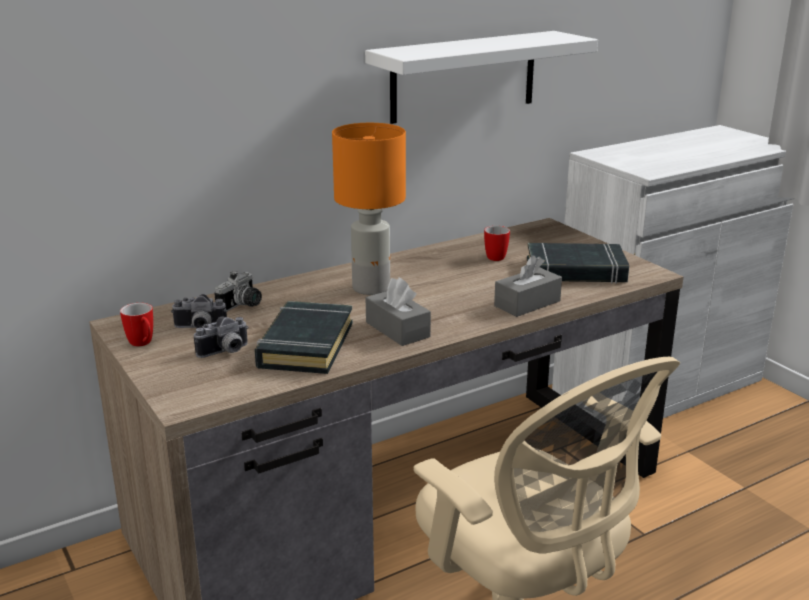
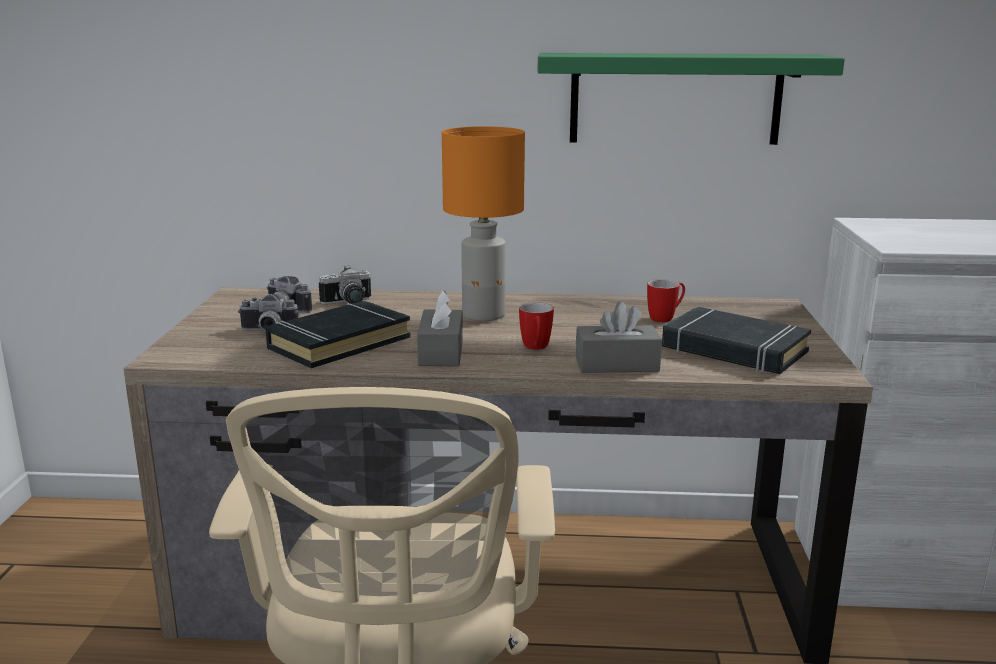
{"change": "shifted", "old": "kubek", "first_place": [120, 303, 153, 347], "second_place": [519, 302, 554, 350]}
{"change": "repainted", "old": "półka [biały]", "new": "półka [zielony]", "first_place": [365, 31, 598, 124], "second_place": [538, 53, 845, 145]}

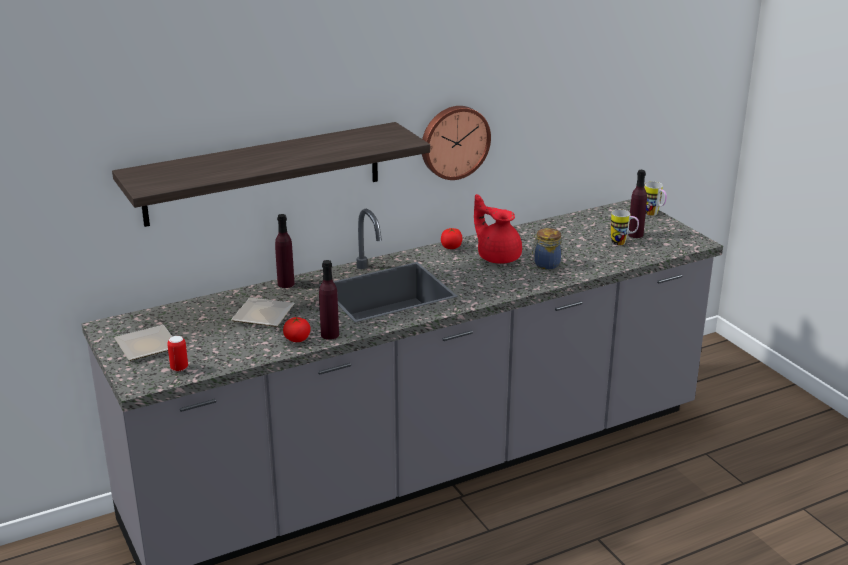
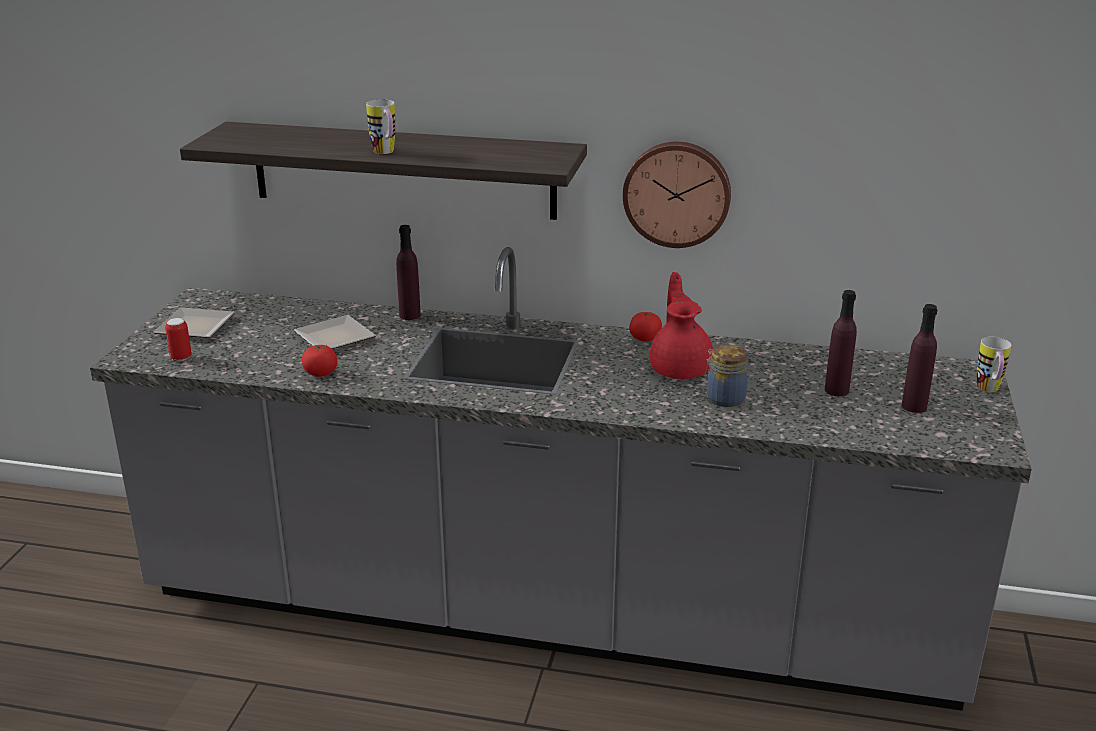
{"change": "shifted", "old": "kubek", "first_place": [611, 209, 639, 245], "second_place": [366, 99, 395, 154]}
{"change": "shifted", "old": "butelka [fioletowy]", "first_place": [319, 260, 339, 340], "second_place": [825, 290, 857, 396]}

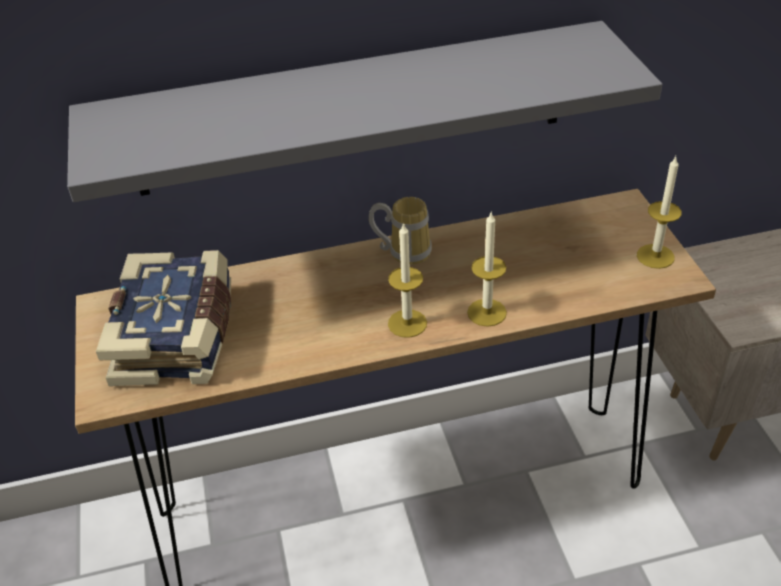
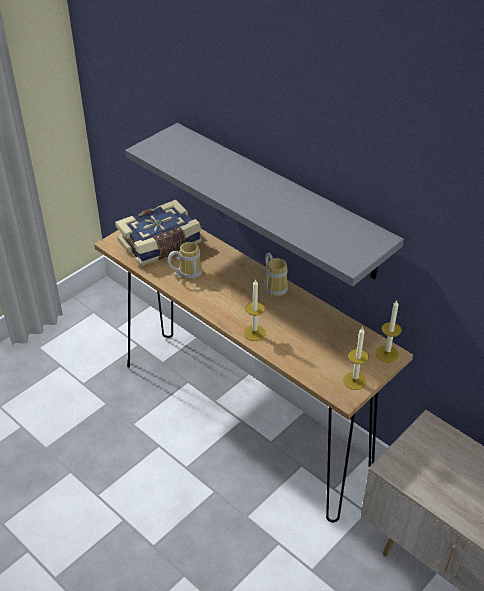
{"change": "new", "new": "kubek", "second_place": [168, 242, 202, 280]}
{"change": "shifted", "old": "świeca", "first_place": [388, 222, 427, 338], "second_place": [376, 300, 402, 362]}

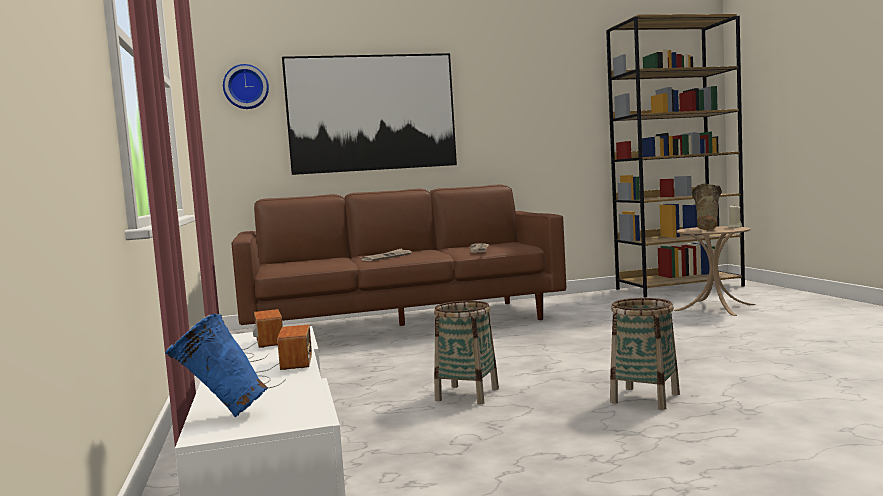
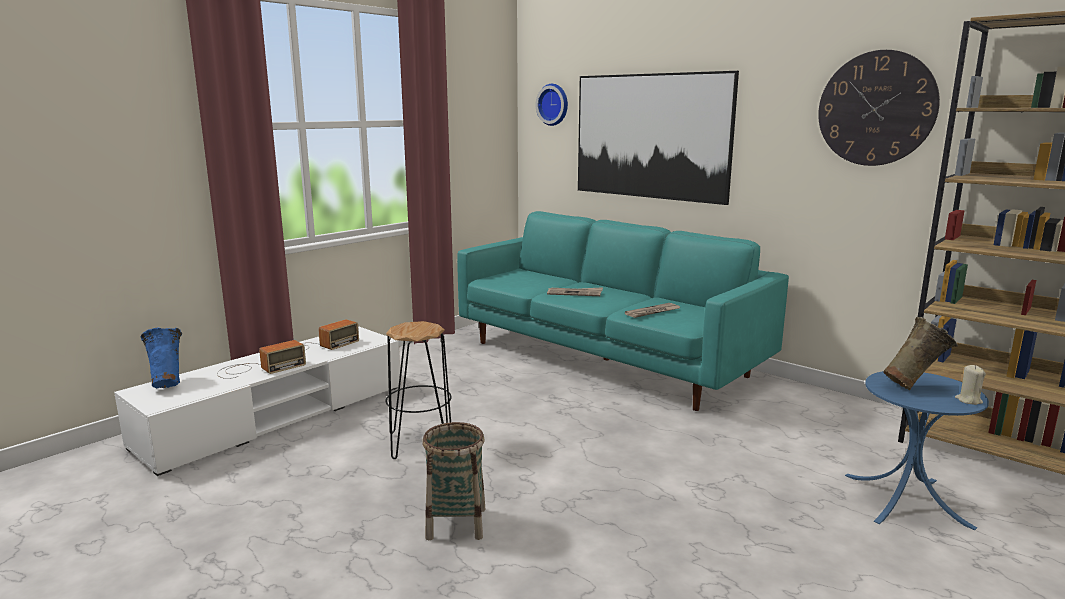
{"change": "swapped", "old": "koszyk", "new": "stołek [czarny]", "first_place": [434, 301, 499, 404], "second_place": [385, 321, 452, 459]}
{"change": "repainted", "old": "kanapa [brązowy]", "new": "kanapa [turkusowy]", "first_place": [232, 184, 566, 326], "second_place": [457, 211, 789, 411]}
{"change": "new", "new": "zegar ścienny", "second_place": [818, 50, 940, 166]}
{"change": "repainted", "old": "stolik [beżowy]", "new": "stolik [niebieski]", "first_place": [674, 226, 756, 316], "second_place": [845, 371, 989, 530]}

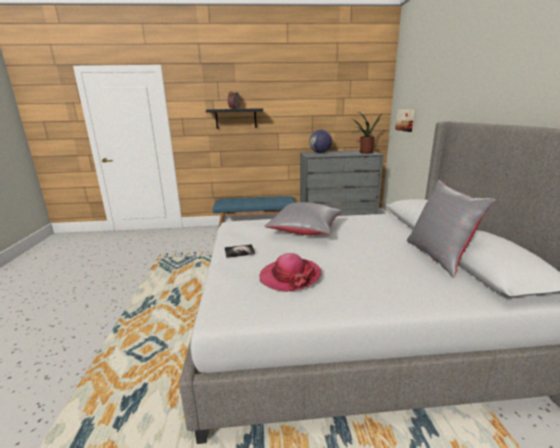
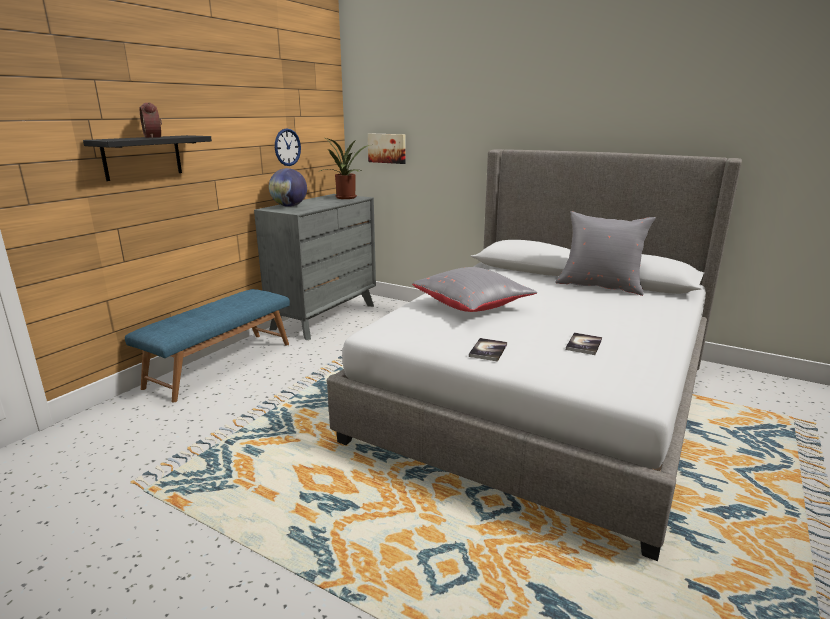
{"change": "new", "new": "zegar ścienny", "second_place": [275, 128, 301, 166]}
{"change": "swapped", "old": "kapelusz", "new": "książka", "first_place": [260, 253, 322, 292], "second_place": [566, 332, 602, 355]}

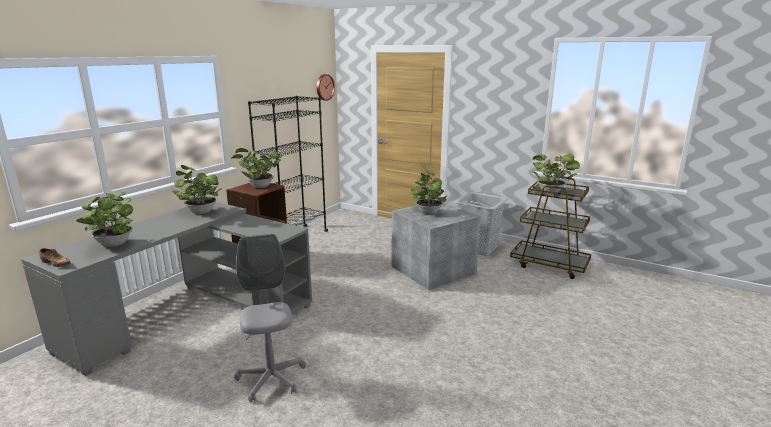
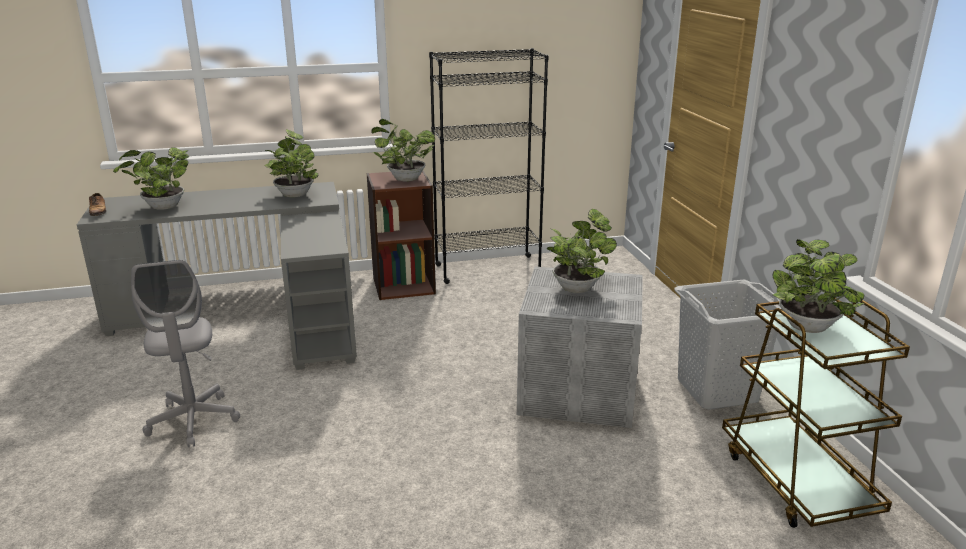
{"change": "rotated", "old": "krzesło biurowe [szary]", "first_place": [234, 234, 306, 402], "second_place": [131, 260, 240, 447], "degrees": 135}
{"change": "gone", "old": "zegar ścienny", "first_place": [317, 74, 335, 101]}

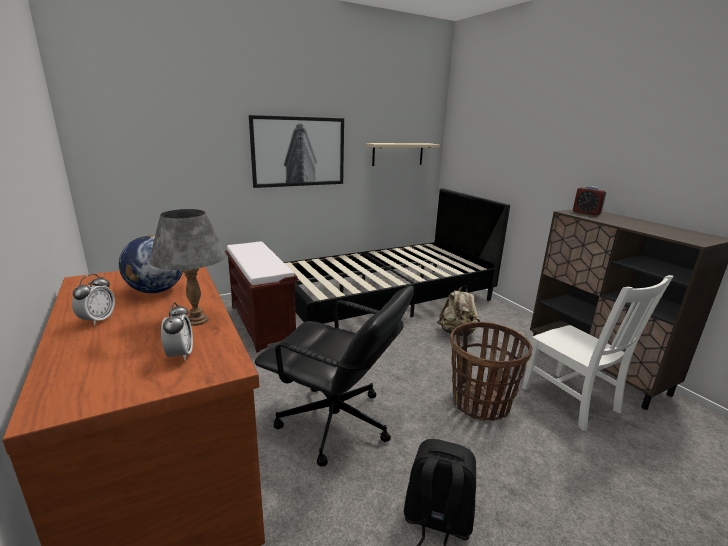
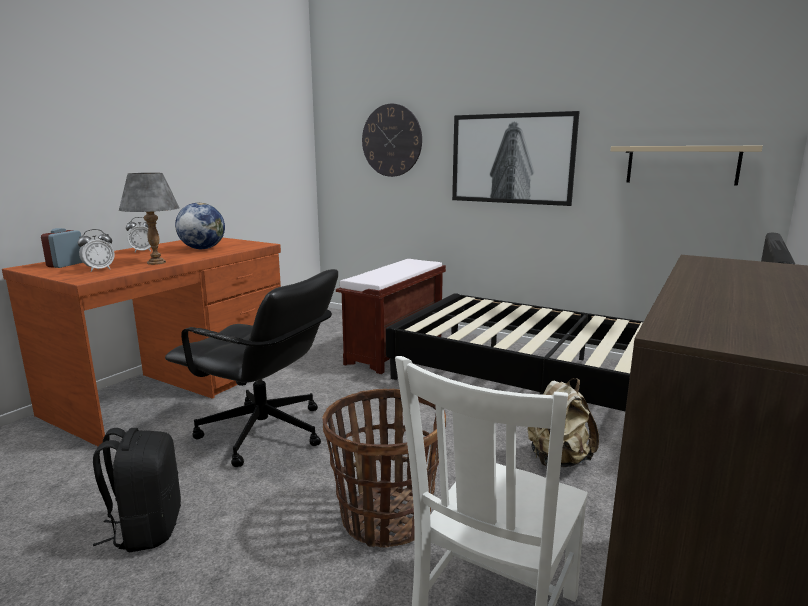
{"change": "shifted", "old": "budzik", "first_place": [573, 186, 607, 216], "second_place": [41, 228, 83, 268]}
{"change": "rotated", "old": "krzesło biurowe [czarny]", "first_place": [255, 285, 414, 466], "second_place": [165, 269, 338, 467], "degrees": -60}
{"change": "new", "new": "zegar ścienny", "second_place": [362, 104, 422, 177]}

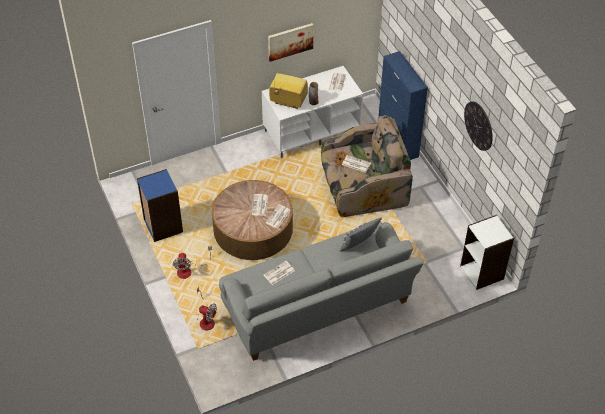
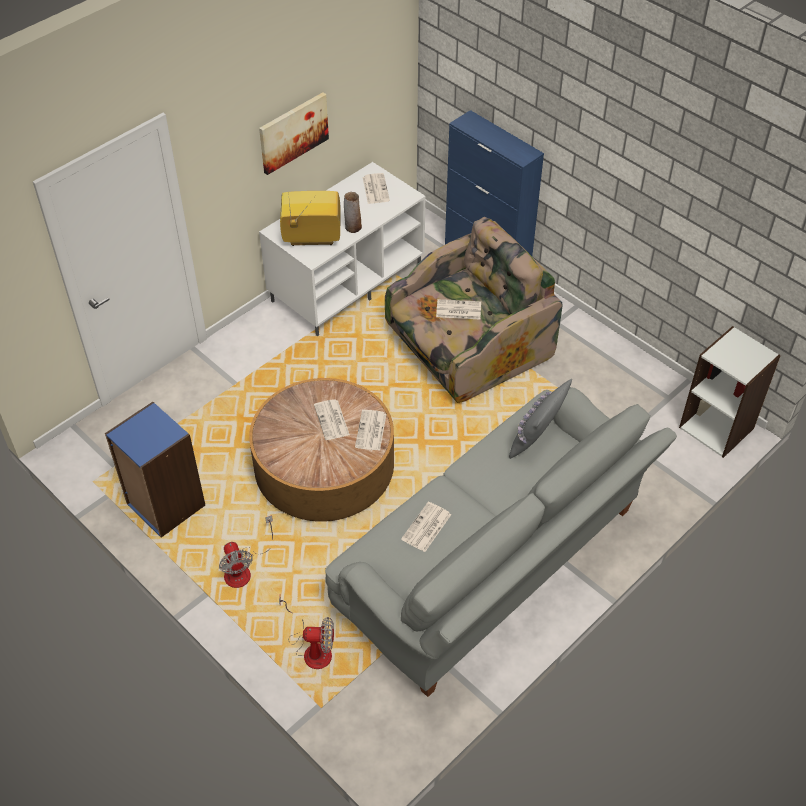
{"change": "gone", "old": "zegar ścienny", "first_place": [464, 101, 493, 151]}

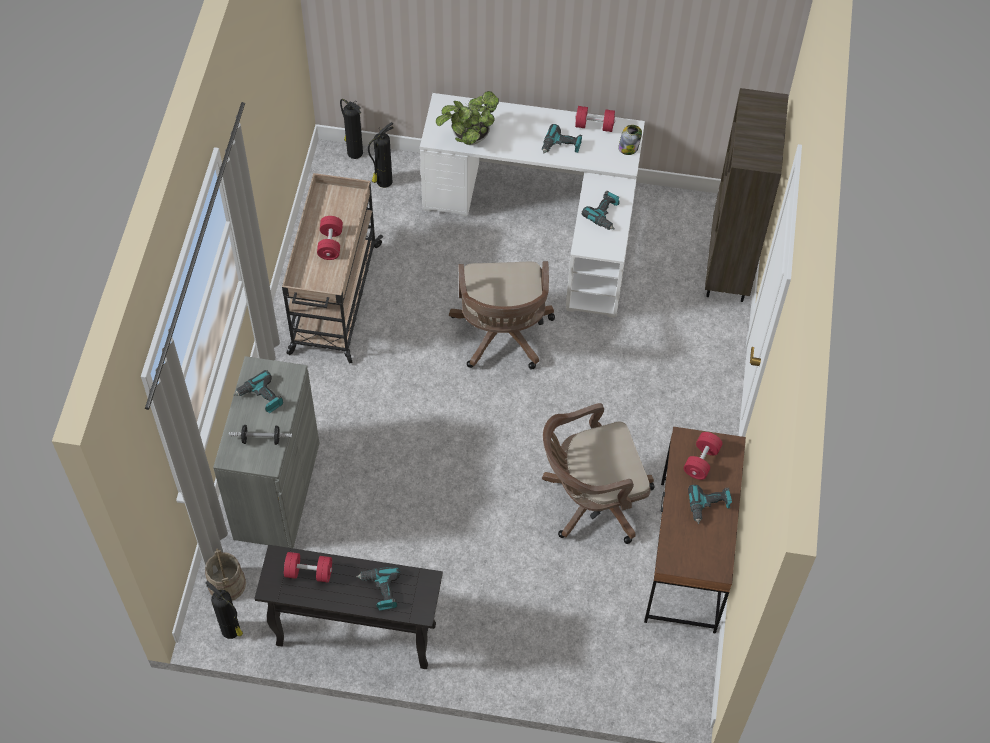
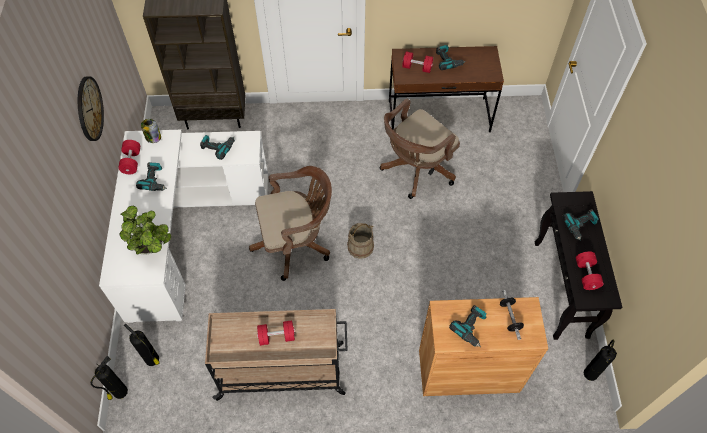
{"change": "new", "new": "zegar ścienny", "second_place": [78, 76, 104, 141]}
{"change": "shifted", "old": "wiadro [beżowy]", "first_place": [205, 548, 246, 601], "second_place": [347, 223, 374, 259]}
{"change": "rotated", "old": "krzesło biurowe [brązowy]", "first_place": [542, 403, 655, 544], "second_place": [379, 98, 460, 199], "degrees": 75}
{"change": "repainted", "old": "szafka [szary]", "new": "szafka [brązowy]", "first_place": [213, 356, 319, 548], "second_place": [419, 297, 548, 396]}

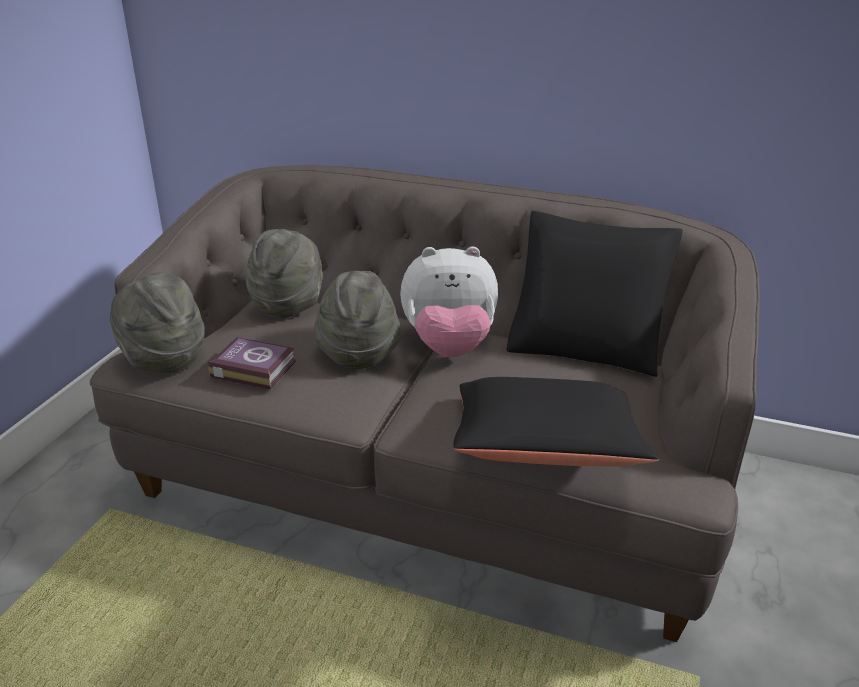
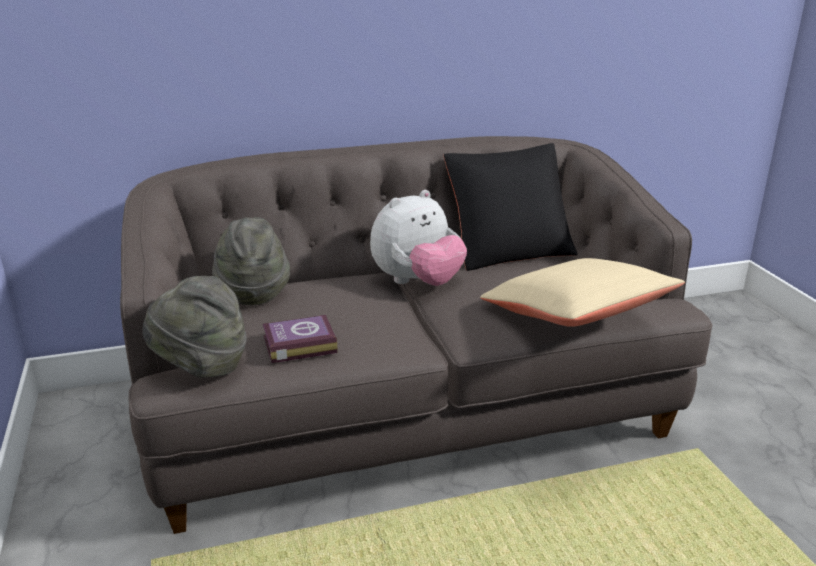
{"change": "repainted", "old": "poduszka [czarny]", "new": "poduszka [beżowy]", "first_place": [453, 377, 659, 467], "second_place": [480, 258, 685, 327]}
{"change": "gone", "old": "kapelusz [szary]", "first_place": [314, 271, 401, 369]}

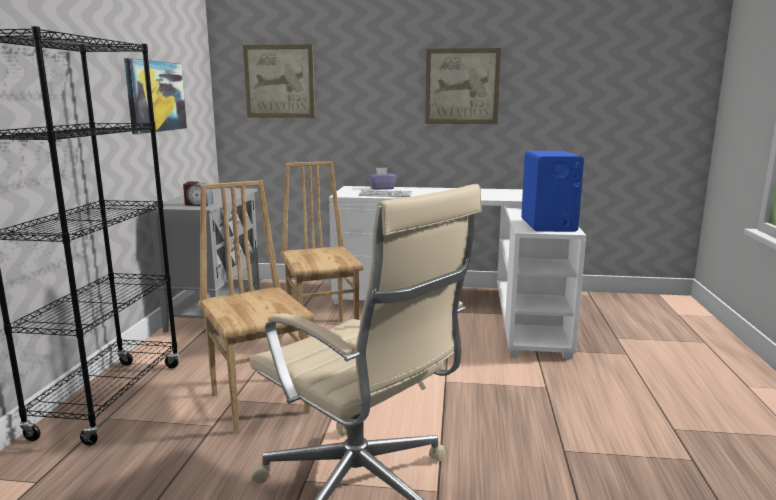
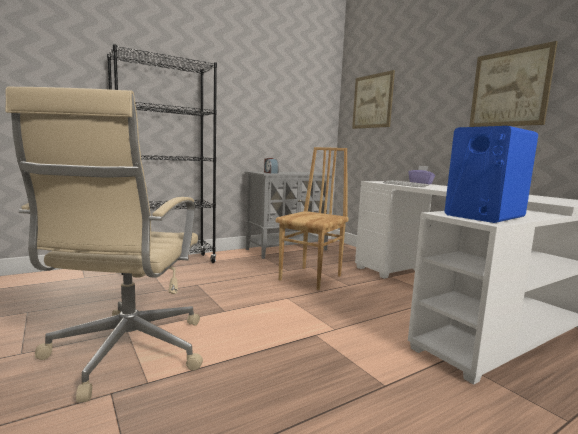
{"change": "gone", "old": "obraz", "first_place": [124, 58, 187, 134]}
{"change": "gone", "old": "krzesło [brązowy]", "first_place": [198, 180, 315, 434]}

